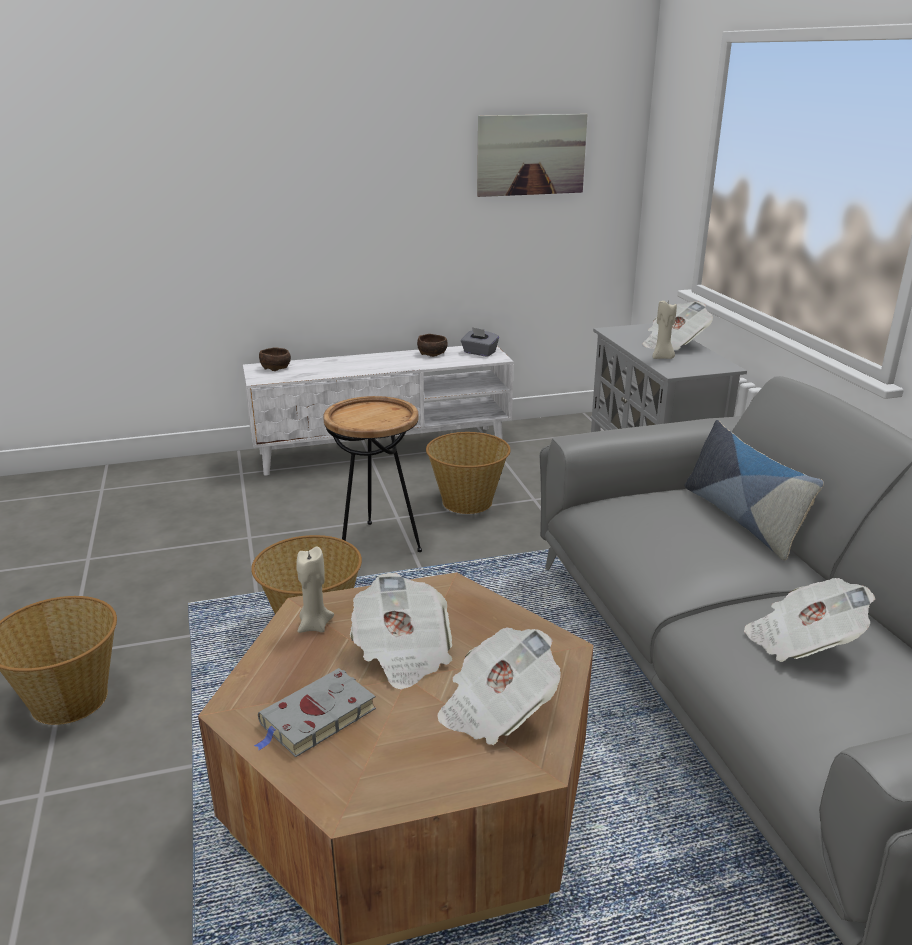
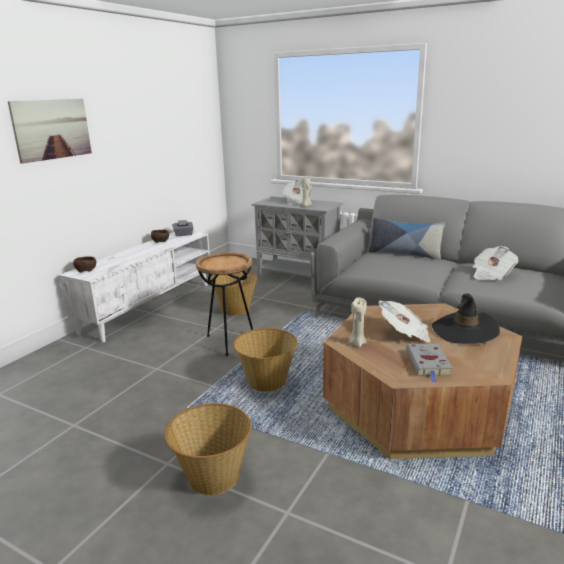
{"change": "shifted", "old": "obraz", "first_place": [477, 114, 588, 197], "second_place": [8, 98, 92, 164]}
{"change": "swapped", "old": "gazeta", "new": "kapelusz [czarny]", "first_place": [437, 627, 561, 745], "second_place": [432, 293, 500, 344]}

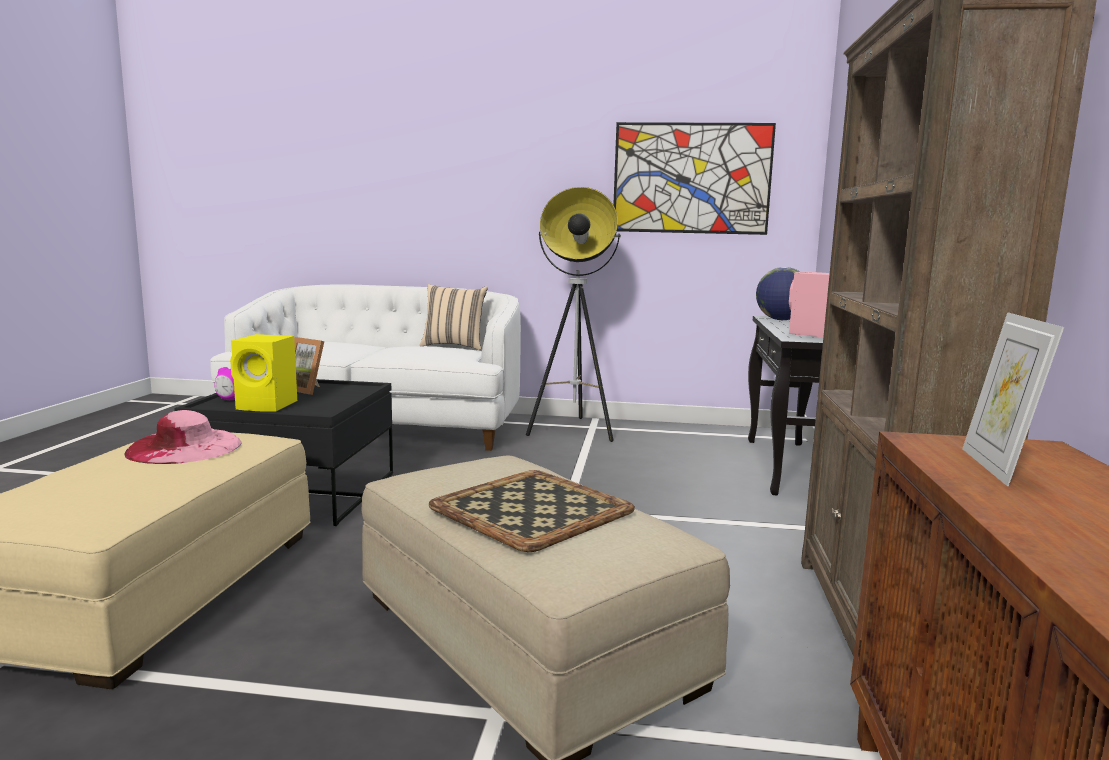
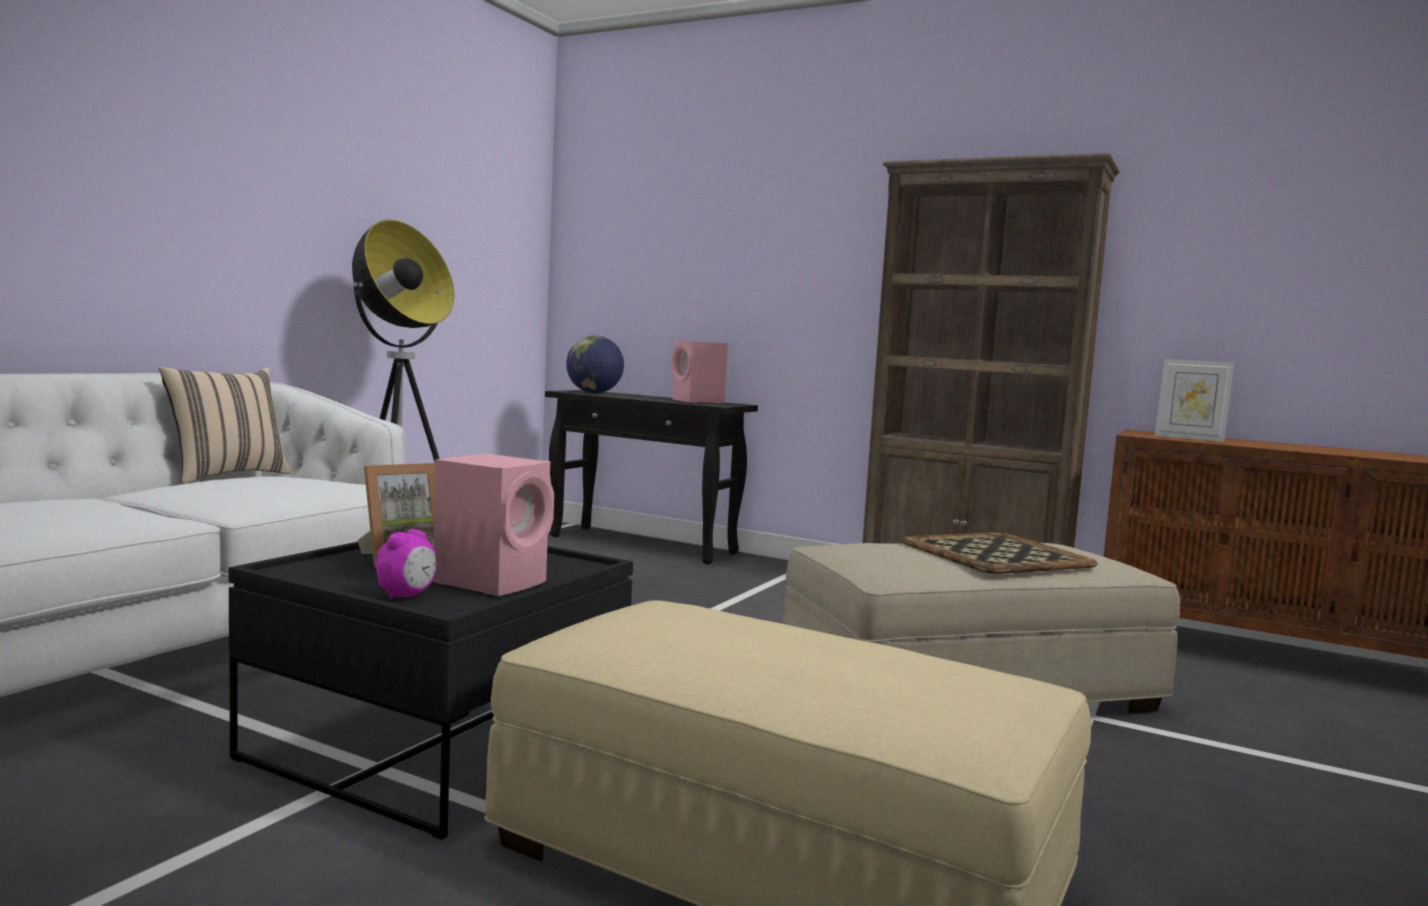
{"change": "repainted", "old": "głośnik [żółty]", "new": "głośnik [różowy]", "first_place": [230, 334, 297, 412], "second_place": [433, 453, 554, 596]}
{"change": "gone", "old": "kapelusz [różowy]", "first_place": [124, 410, 242, 464]}
{"change": "gone", "old": "obraz", "first_place": [613, 122, 776, 235]}

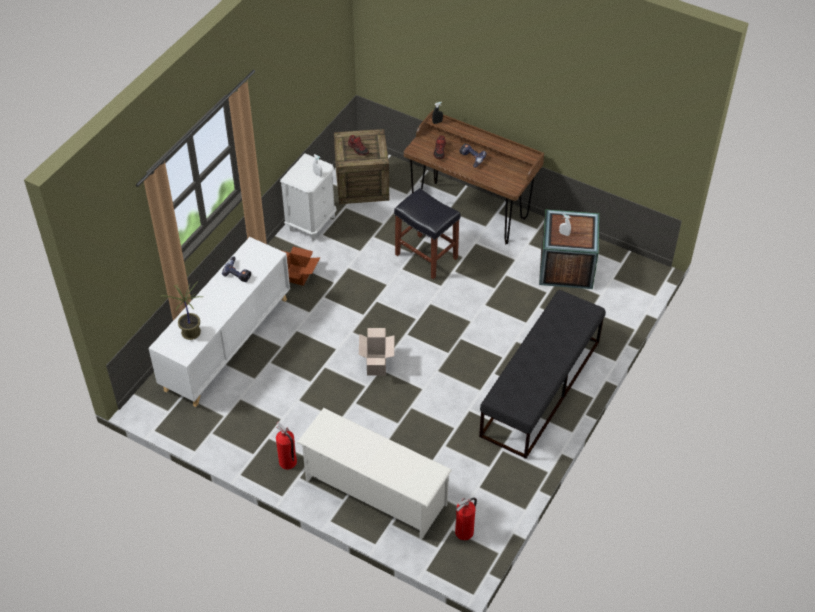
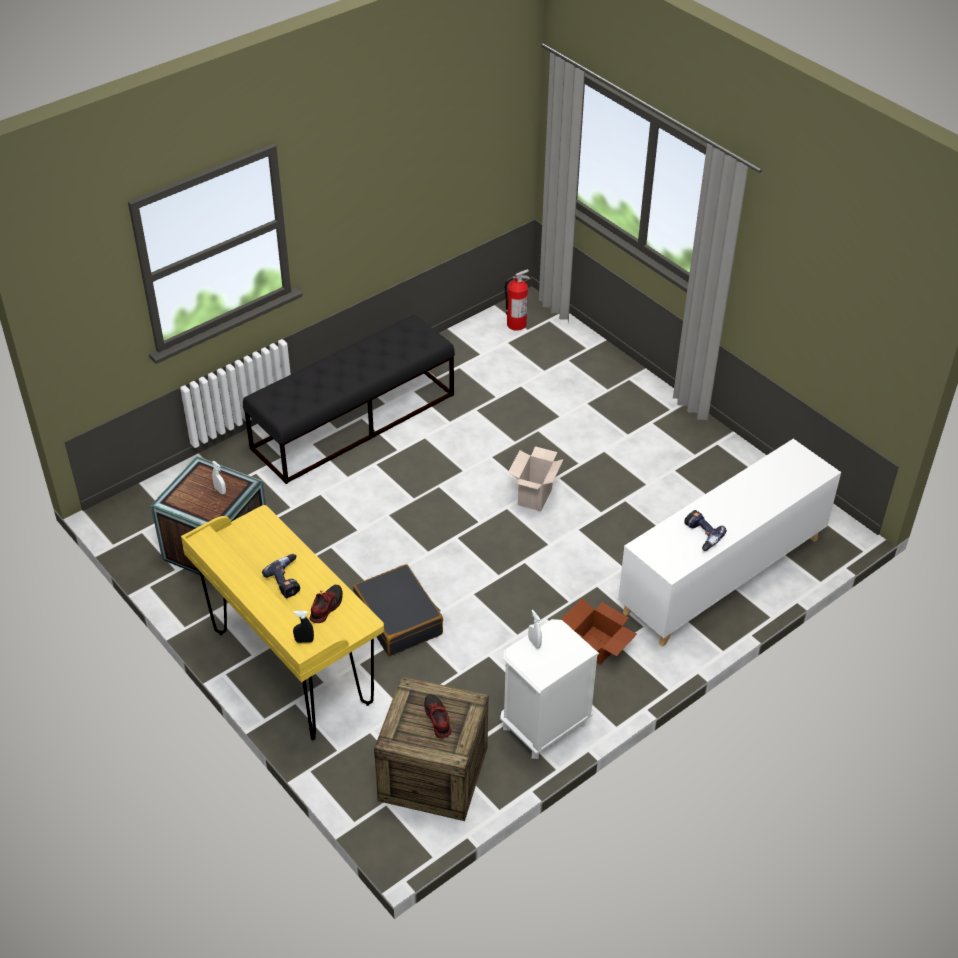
{"change": "repainted", "old": "biurko [brązowy]", "new": "biurko [żółty]", "first_place": [404, 110, 544, 245], "second_place": [181, 505, 384, 740]}
{"change": "swapped", "old": "stołek [czarny]", "new": "walizka [czarny]", "first_place": [394, 188, 461, 279], "second_place": [353, 564, 443, 656]}
{"change": "gone", "old": "roślina doniczkowa", "first_place": [161, 282, 202, 340]}
{"change": "gone", "old": "gaśnica", "first_place": [276, 422, 297, 470]}
{"change": "gone", "old": "regał na buty [biały]", "first_place": [297, 408, 452, 540]}

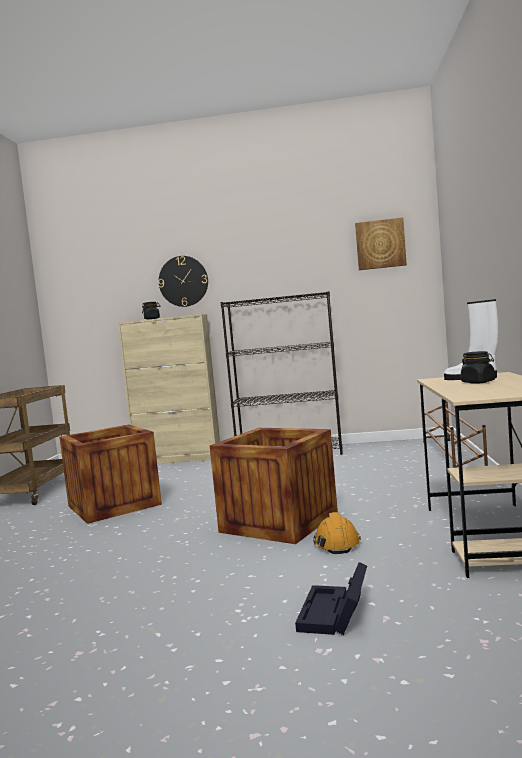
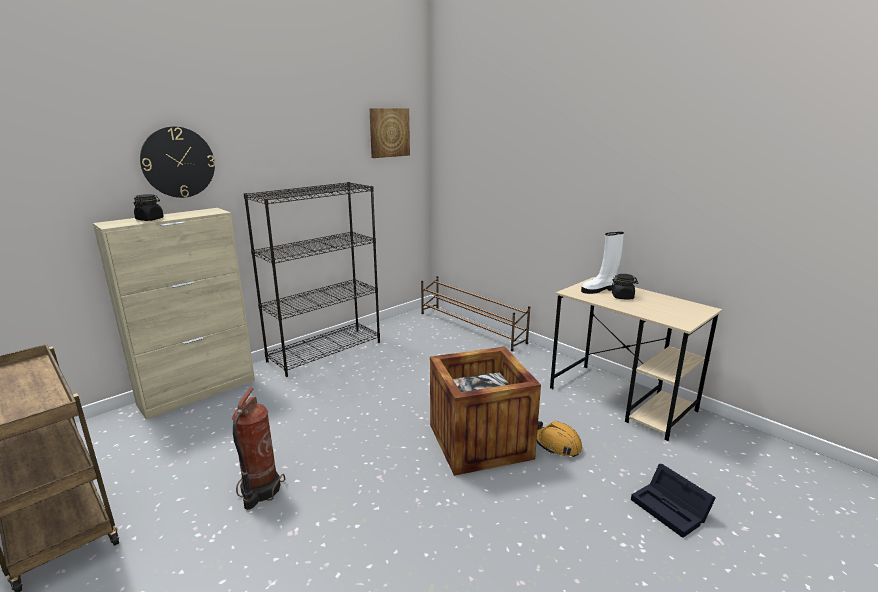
{"change": "swapped", "old": "skrzynka", "new": "gaśnica", "first_place": [60, 425, 162, 524], "second_place": [232, 388, 285, 510]}

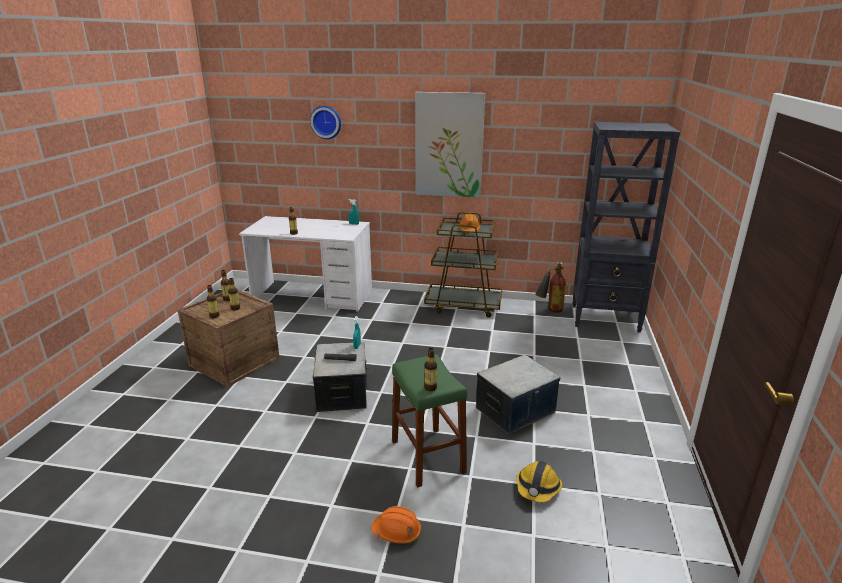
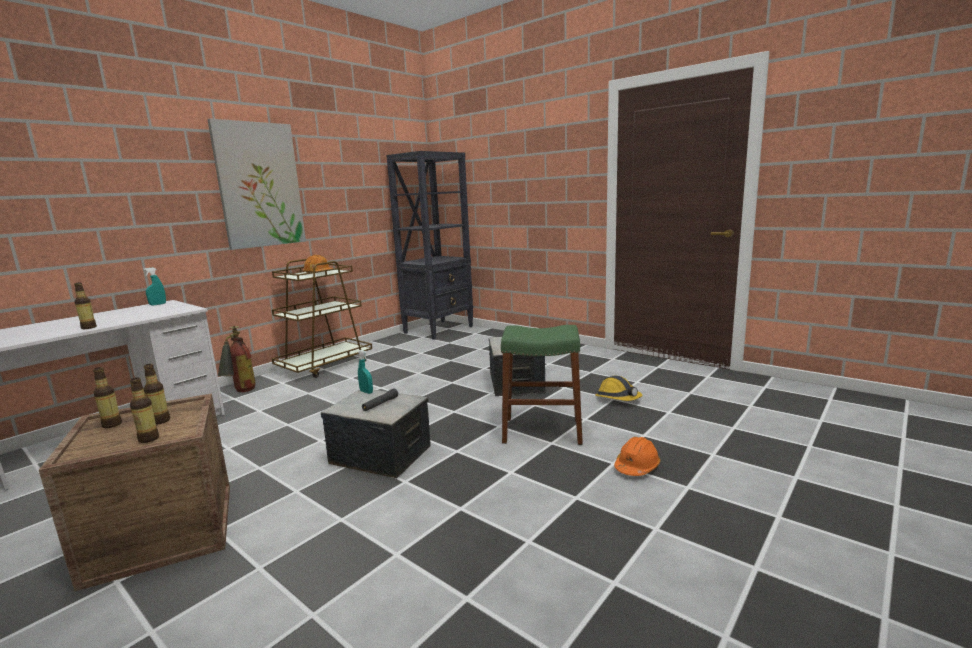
{"change": "shifted", "old": "gaśnica", "first_place": [535, 262, 566, 313], "second_place": [218, 326, 256, 392]}
{"change": "gone", "old": "zegar ścienny", "first_place": [310, 106, 341, 139]}
{"change": "gone", "old": "butelka", "first_place": [424, 348, 437, 391]}

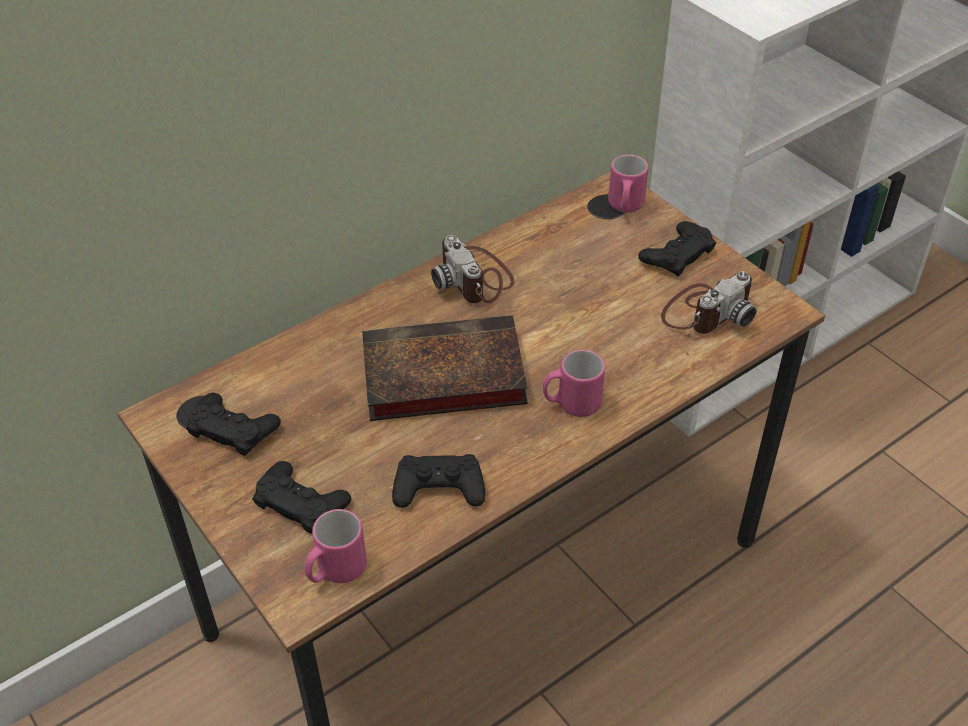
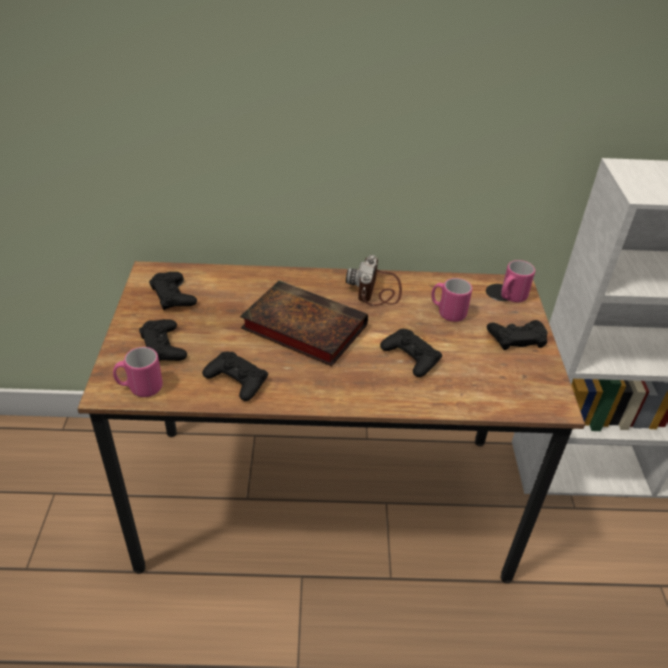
{"change": "new", "new": "pad do gier [czarny]", "second_place": [380, 329, 442, 377]}
{"change": "shifted", "old": "kubek [różowy]", "first_place": [543, 350, 605, 417], "second_place": [431, 278, 472, 322]}
{"change": "gone", "old": "aparat fotograficzny", "first_place": [661, 271, 756, 334]}

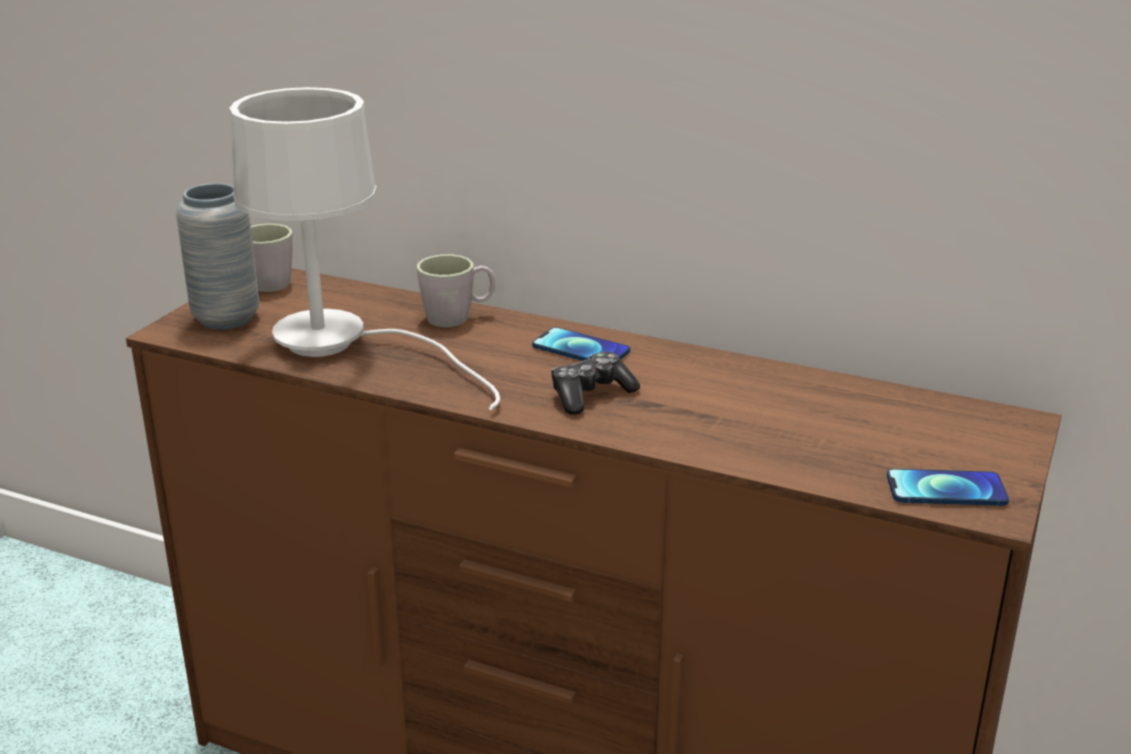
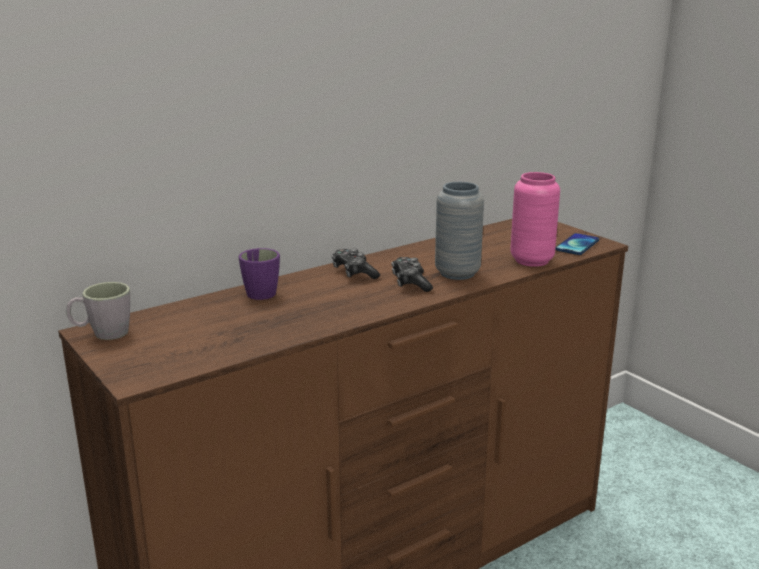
{"change": "repainted", "old": "kubek [szary]", "new": "kubek [fioletowy]", "first_place": [417, 254, 495, 327], "second_place": [238, 248, 280, 300]}
{"change": "swapped", "old": "telefon", "new": "pad do gier", "first_place": [532, 327, 630, 361], "second_place": [332, 248, 380, 279]}
{"change": "shifted", "old": "wazon [szary]", "first_place": [176, 183, 259, 330], "second_place": [435, 182, 484, 280]}
{"change": "new", "new": "wazon [różowy]", "second_place": [510, 172, 560, 267]}
{"change": "gone", "old": "lampa stołowa [biały]", "first_place": [229, 87, 500, 410]}

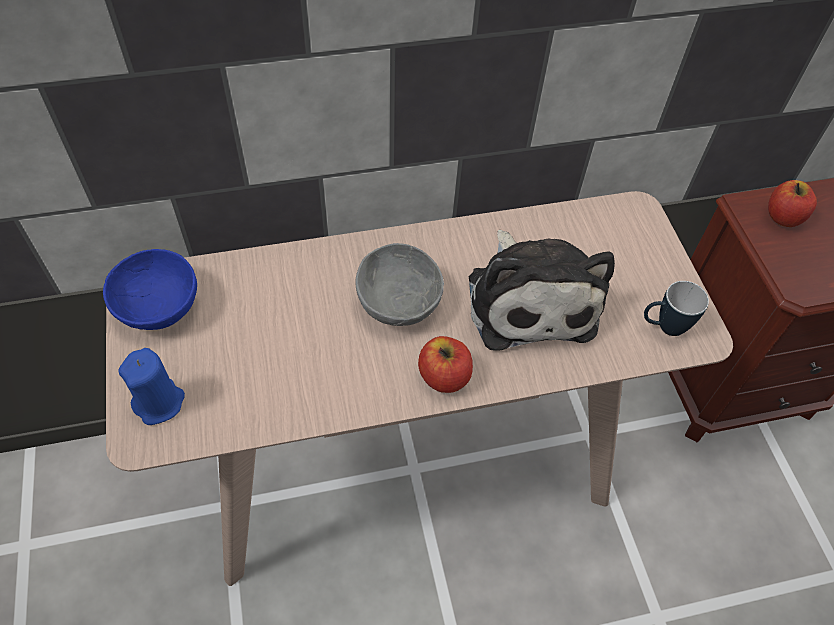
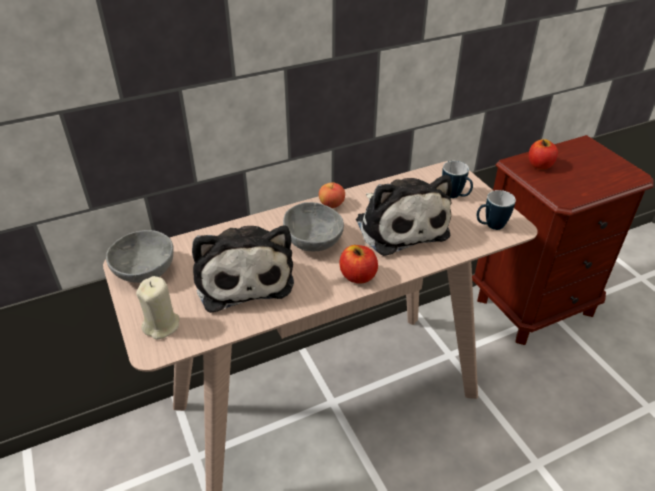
{"change": "repainted", "old": "miska [niebieski]", "new": "miska [szary]", "first_place": [103, 249, 197, 330], "second_place": [106, 230, 174, 283]}
{"change": "repainted", "old": "świeca [niebieski]", "new": "świeca [beżowy]", "first_place": [119, 348, 185, 425], "second_place": [136, 276, 179, 340]}
{"change": "new", "new": "pluszak", "second_place": [192, 225, 294, 313]}
{"change": "new", "new": "jabłko", "second_place": [319, 182, 345, 208]}
{"change": "new", "new": "kubek", "second_place": [442, 161, 473, 198]}

